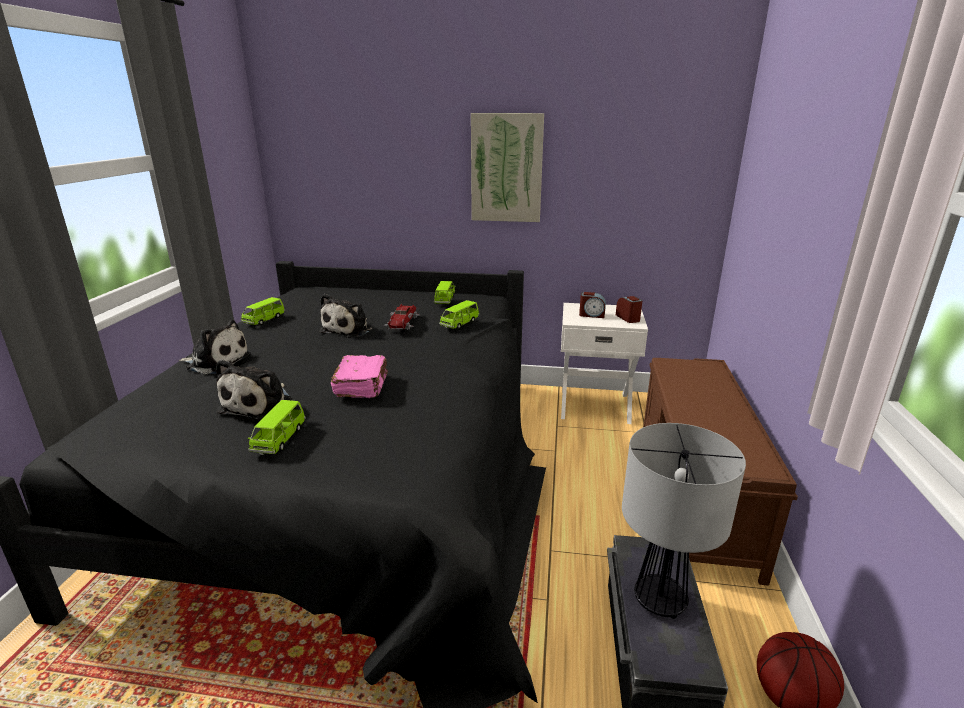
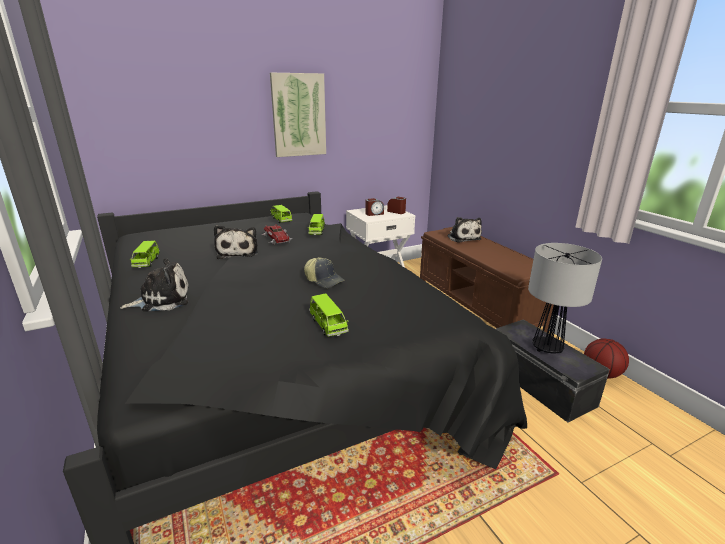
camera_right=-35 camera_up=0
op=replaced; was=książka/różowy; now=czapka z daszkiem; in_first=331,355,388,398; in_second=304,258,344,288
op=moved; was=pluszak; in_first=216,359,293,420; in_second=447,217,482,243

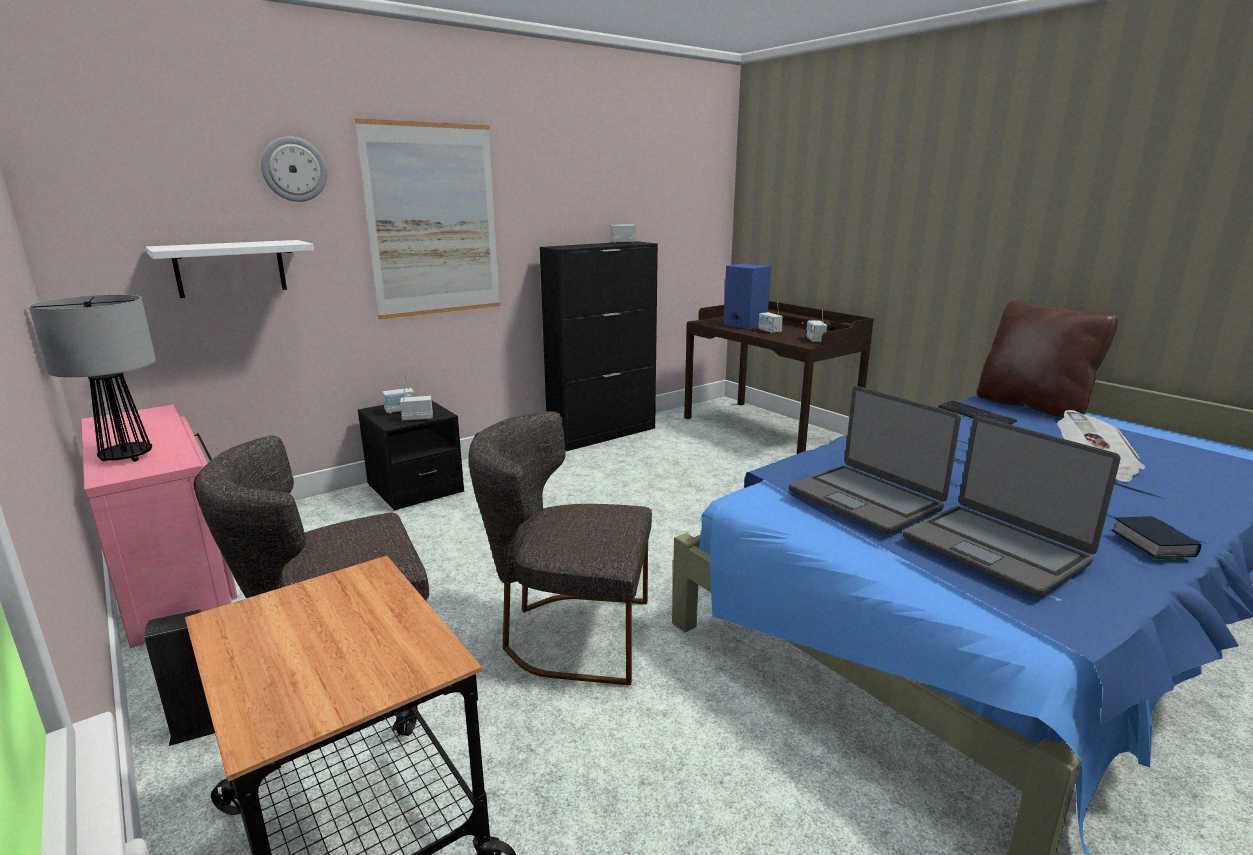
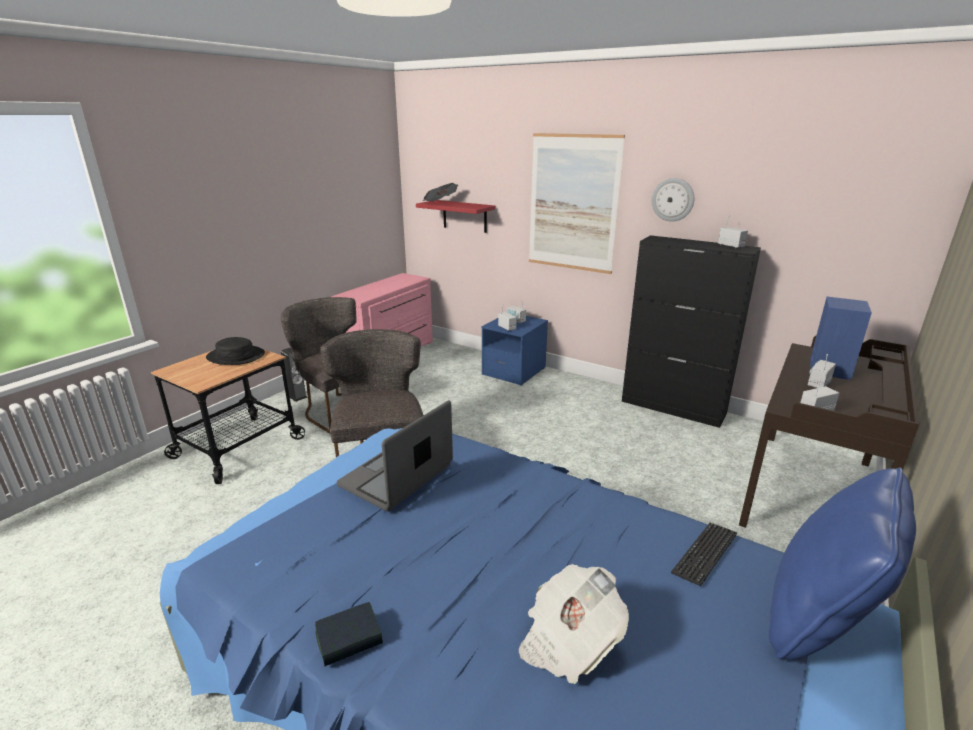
camera_right=70 camera_up=5
op=moved; was=zegar ścienny; in_first=261,136,327,202; in_second=652,178,694,222
op=recoloured; was=półka/biały; now=półka/czerwony; in_first=146,240,314,298; in_second=416,200,495,233
op=removed; was=lampa stołowa; in_first=29,295,156,462
op=recoloured; was=poduszka/brązowy; now=poduszka/niebieski; in_first=976,301,1119,418; in_second=769,467,916,660
op=recoloured; was=szafka nocna/czarny; now=szafka nocna/niebieski; in_first=358,401,464,510; in_second=482,316,548,385
op=removed; was=laptop; in_first=903,416,1121,597
op=added; now=gazeta; in_second=423,183,458,201
op=added; now=kapelusz/czarny; in_second=206,337,265,365

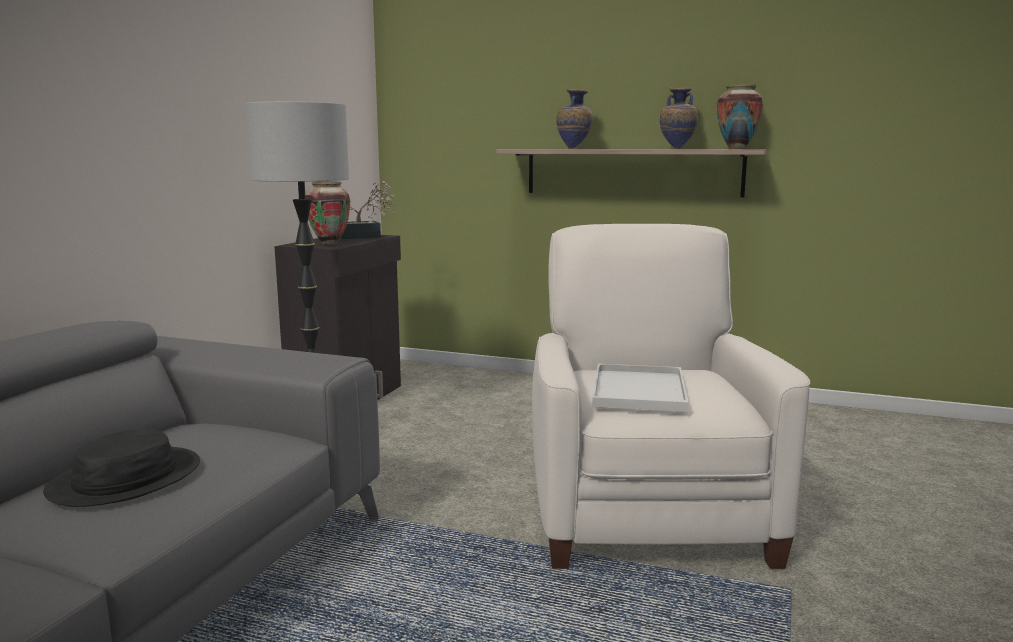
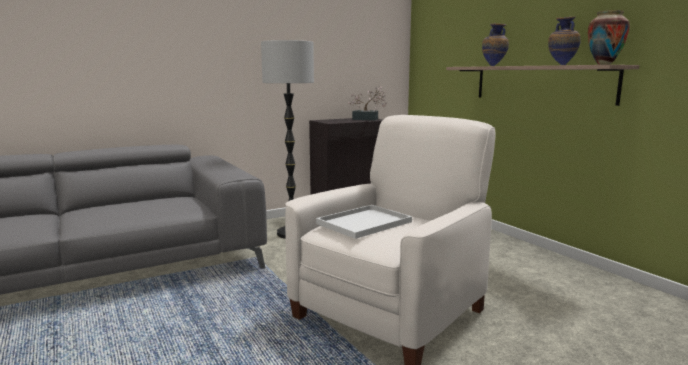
camera_right=40 camera_up=0
op=removed; was=wazon; in_first=305,181,350,245
op=removed; was=kapelusz/czarny; in_first=43,429,200,507

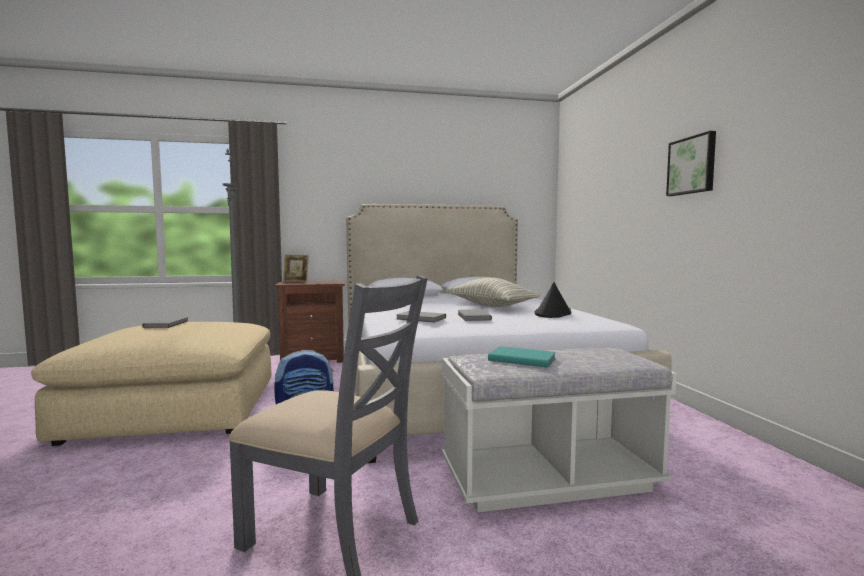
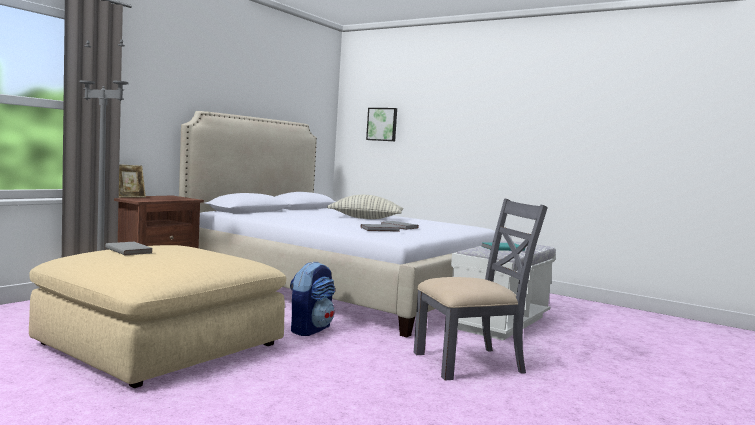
camera_right=-45 camera_up=0
op=moved; was=obraz; in_first=666,131,716,196; in_second=366,108,397,141
op=removed; was=kapelusz/czarny; in_first=534,282,571,318

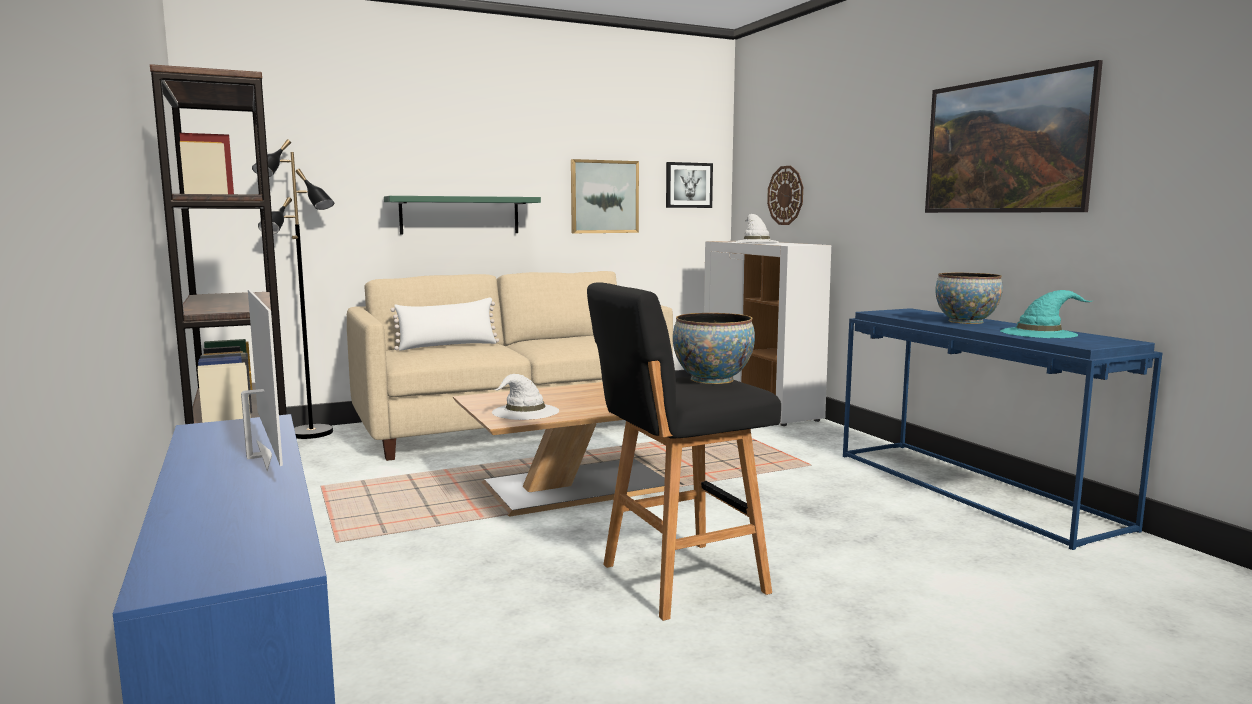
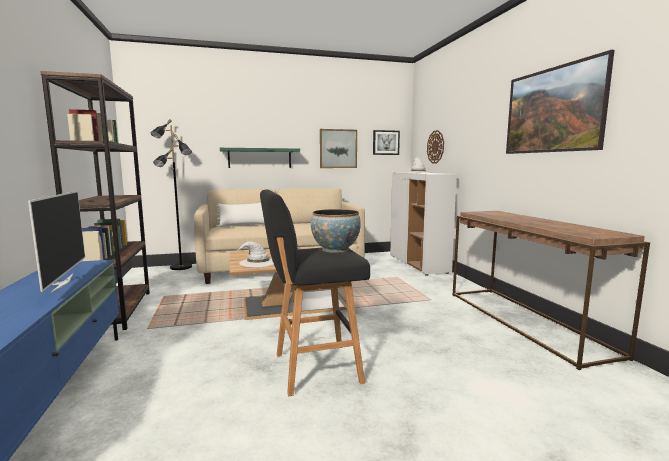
camera_right=10 camera_up=0
op=removed; was=miska; in_first=936,273,1003,324
op=removed; was=kapelusz/turkusowy; in_first=1000,290,1094,338
op=recoloured; was=stolik konsolowy/niebieski; now=stolik konsolowy/brązowy; in_first=843,308,1162,550; in_second=452,211,650,370

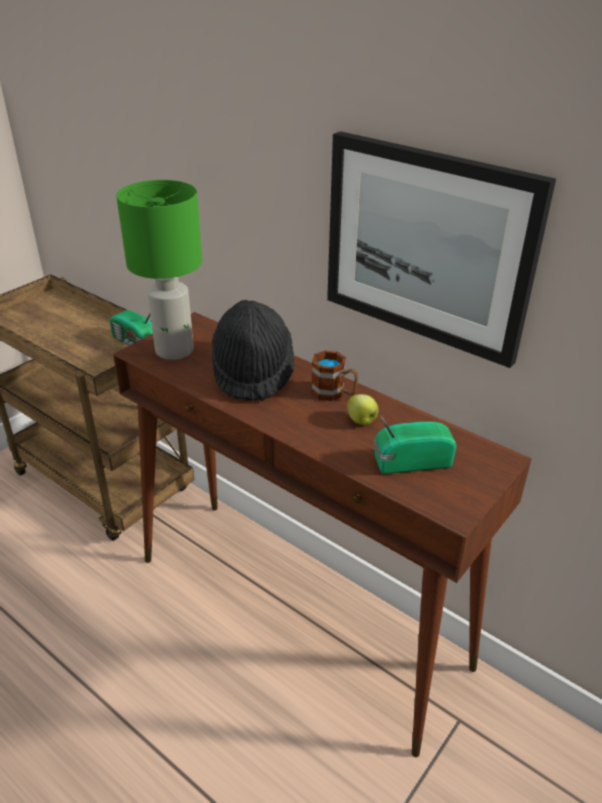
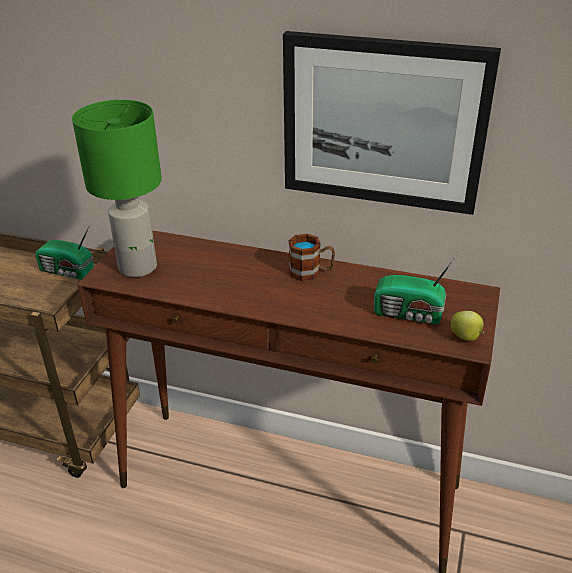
camera_right=-20 camera_up=0
op=removed; was=kapelusz/czarny; in_first=212,300,294,401
op=moved; was=jabłko; in_first=347,394,379,425; in_second=451,311,484,341
op=turned; was=radio; in_first=374,415,456,474; in_second=374,256,456,324; clockwise=-135

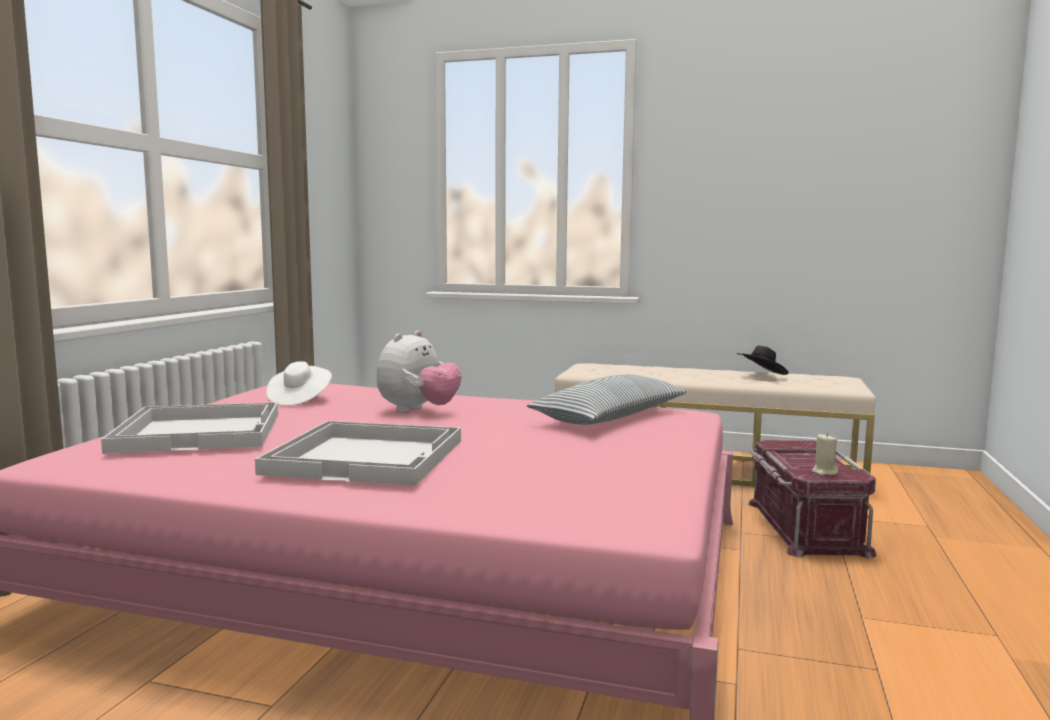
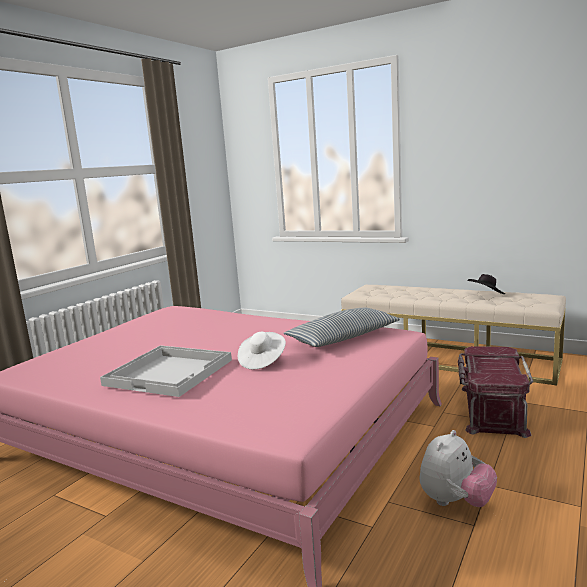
camera_right=15 camera_up=5
op=moved; was=pluszak; in_first=376,330,462,413; in_second=420,430,497,507
op=moved; was=kapelusz/biały; in_first=266,361,332,406; in_second=238,332,286,369
op=removed; was=taca/biały; in_first=101,402,278,454
op=removed; was=świeca/beżowy; in_first=812,433,838,475

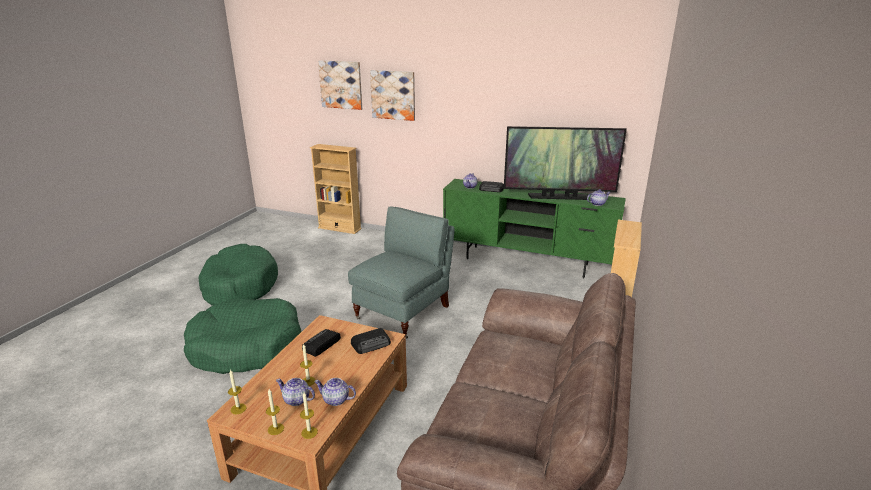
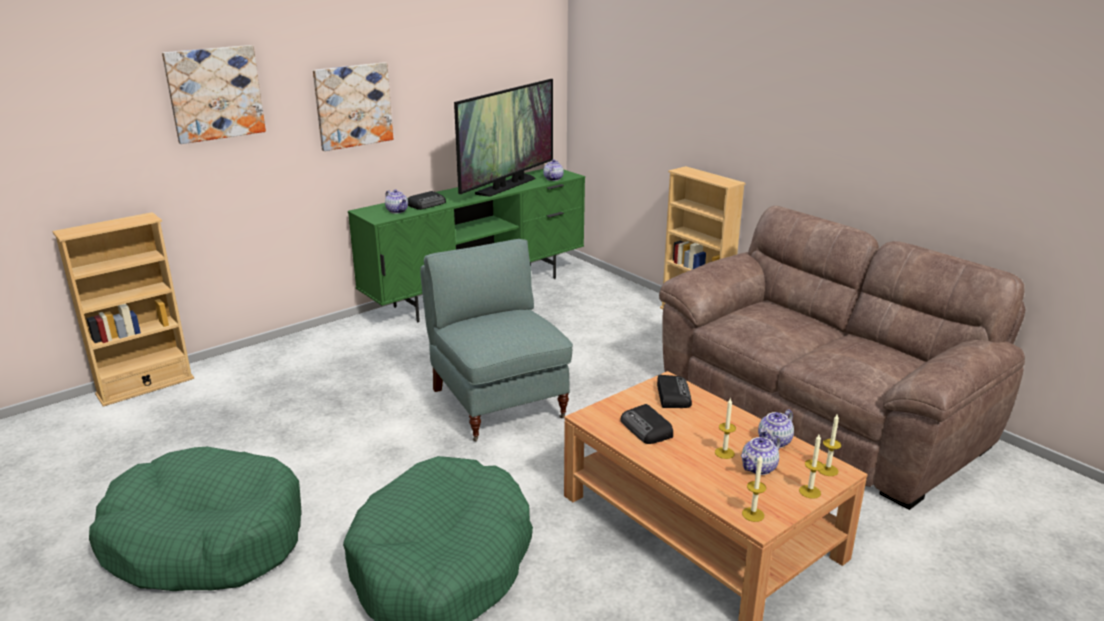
camera_right=-60 camera_up=0
op=moved; was=obraz; in_first=318,60,362,110; in_second=313,62,393,151

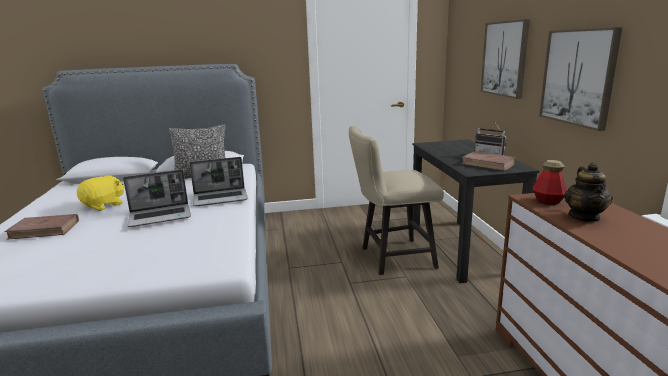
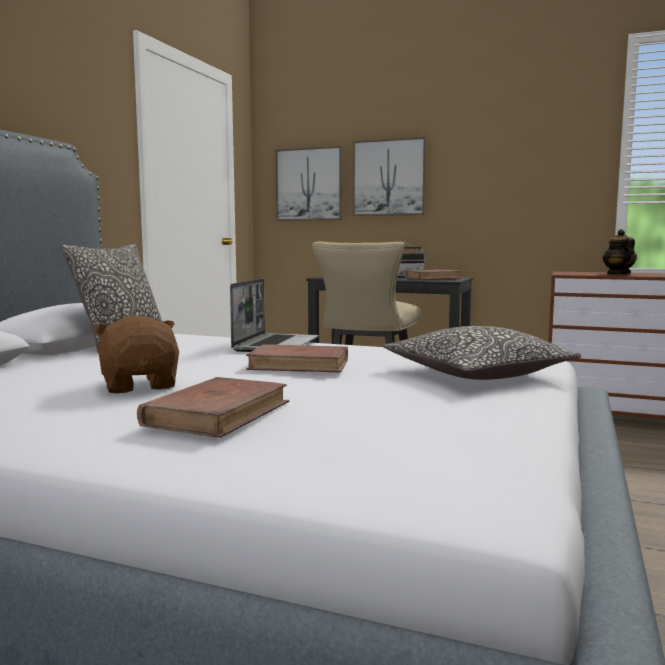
camera_right=-60 camera_up=-10
op=moved; was=obraz; in_first=539,27,622,131; in_second=275,146,343,221
op=removed; was=butelka; in_first=533,160,567,205
op=turned; was=imbryk; in_first=564,162,613,223; in_second=602,229,637,275; clockwise=-135
op=replaced; was=laptop; now=książka/brązowy; in_first=123,170,191,227; in_second=246,344,348,372
op=recoloured; was=pluszak/żółty; now=pluszak/brązowy; in_first=77,176,125,211; in_second=92,315,179,393
op=added; now=poduszka; in_second=383,326,581,380

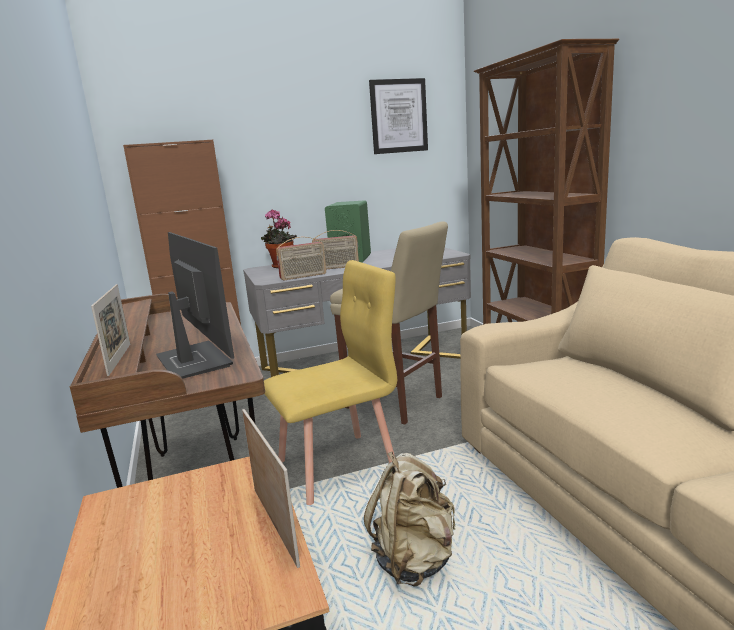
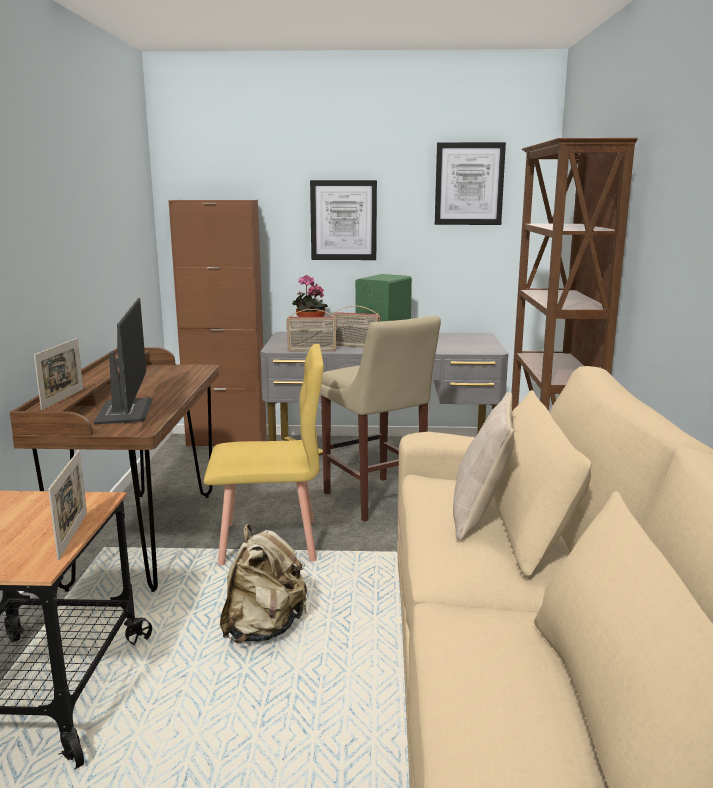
camera_right=20 camera_up=0
op=added; now=obraz; in_second=310,180,377,260
op=added; now=poduszka/beżowy; in_second=453,392,515,540

